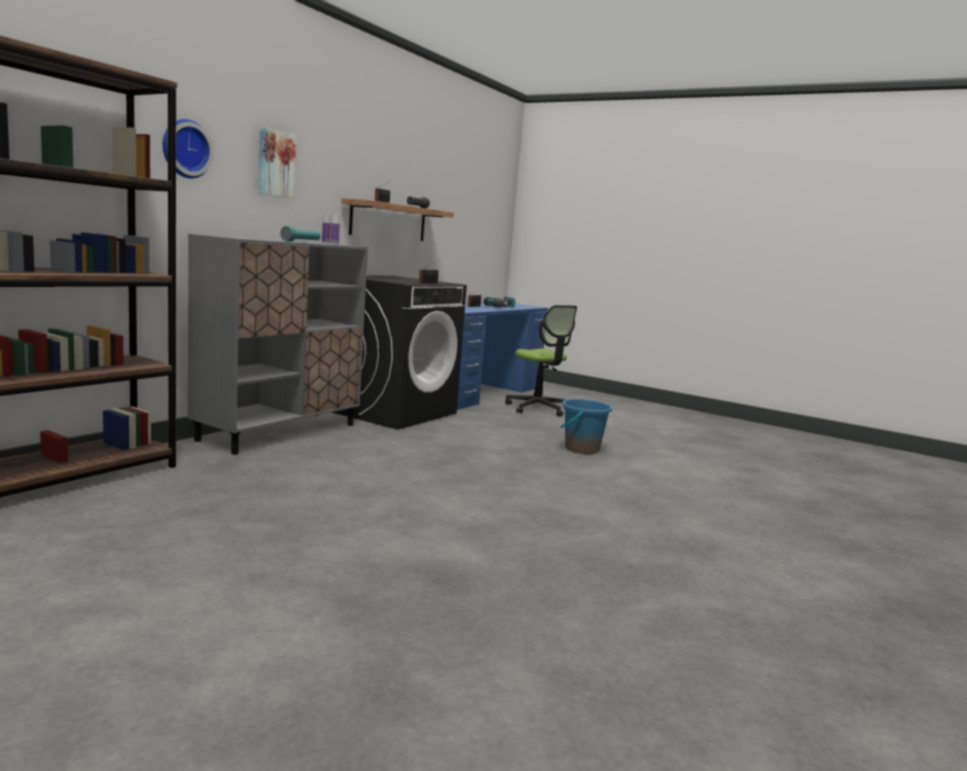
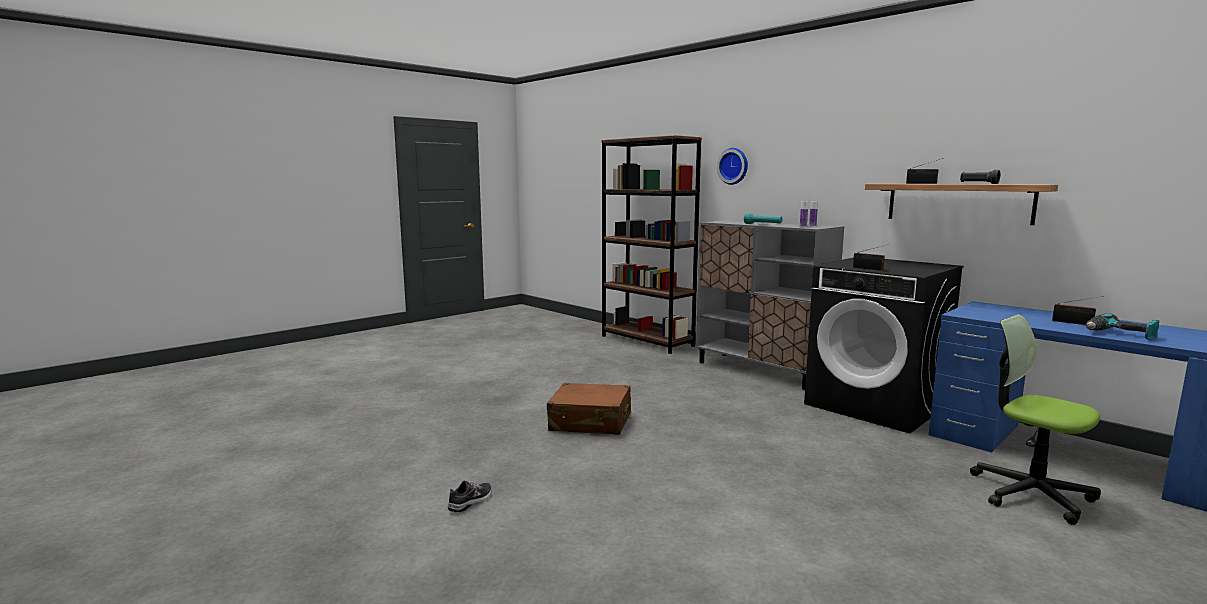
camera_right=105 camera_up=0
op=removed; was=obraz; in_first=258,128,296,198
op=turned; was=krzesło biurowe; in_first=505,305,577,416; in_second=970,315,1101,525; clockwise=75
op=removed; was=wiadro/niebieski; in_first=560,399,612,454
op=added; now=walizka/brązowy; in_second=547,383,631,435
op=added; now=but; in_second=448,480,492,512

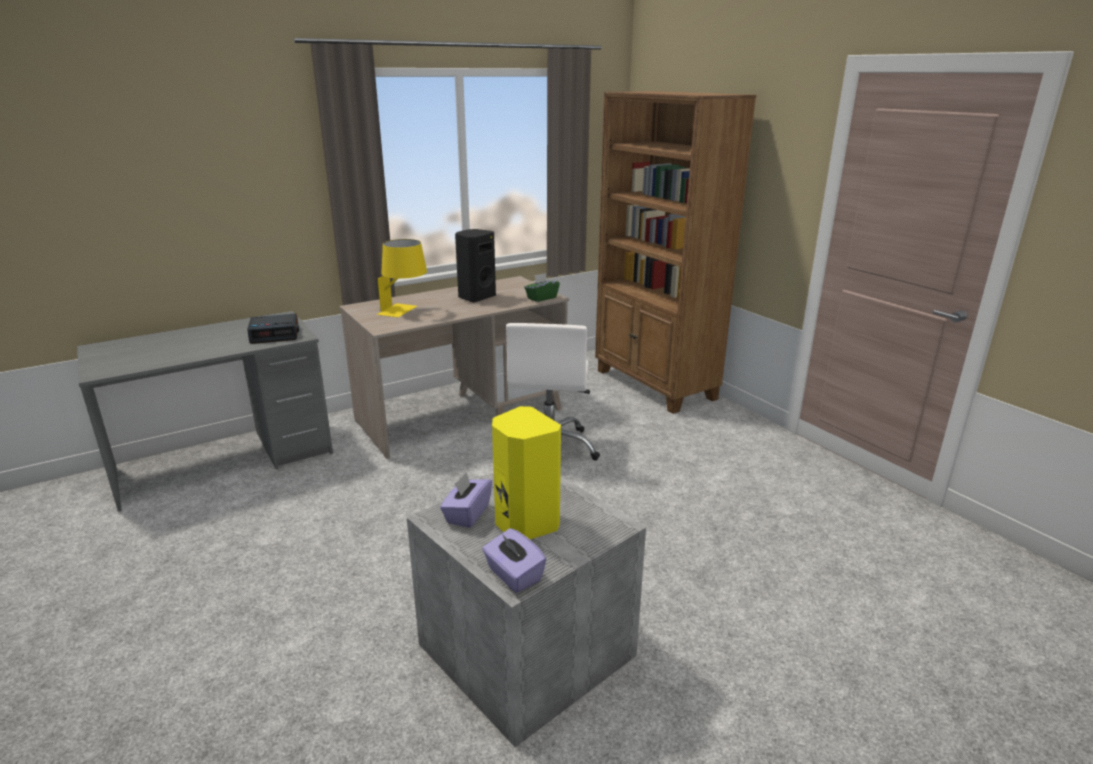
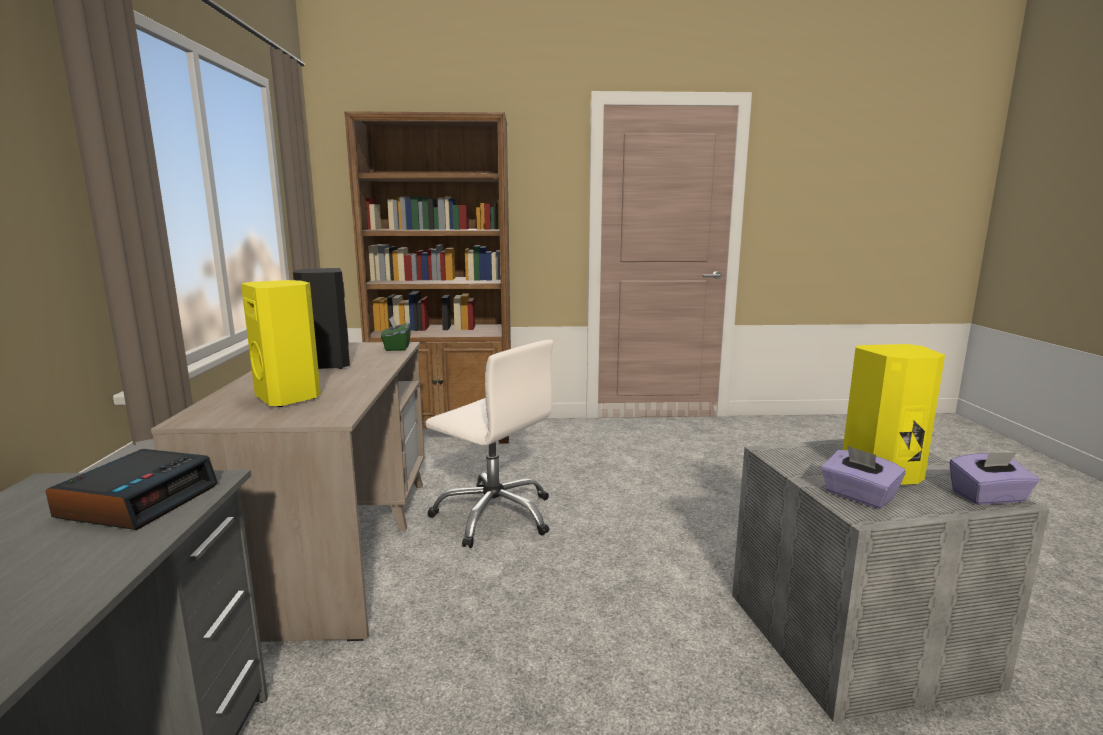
camera_right=-60 camera_up=-10
op=replaced; was=lampa stołowa/żółty; now=głośnik/żółty; in_first=377,239,427,317; in_second=241,280,321,407

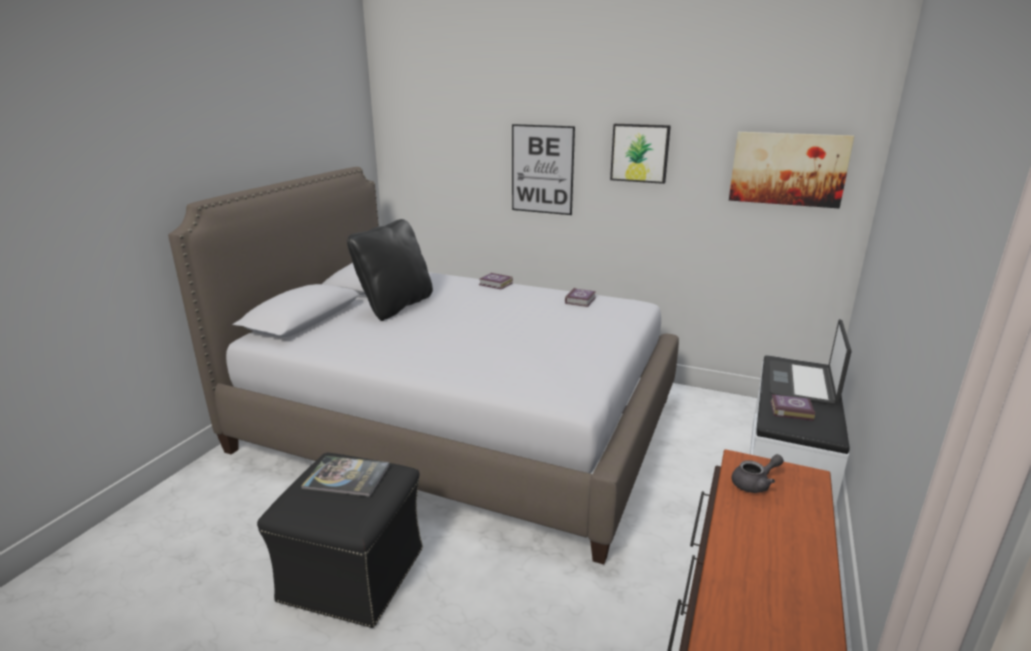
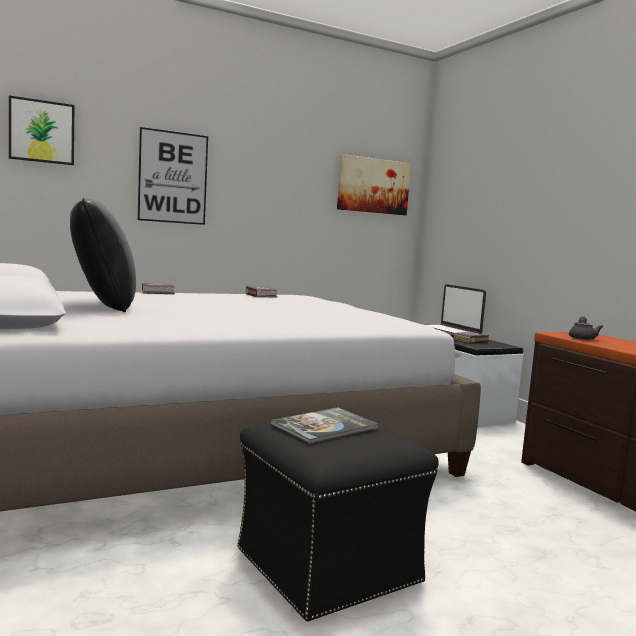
camera_right=-50 camera_up=-15
op=moved; was=obraz; in_first=610,124,671,184; in_second=9,96,75,165

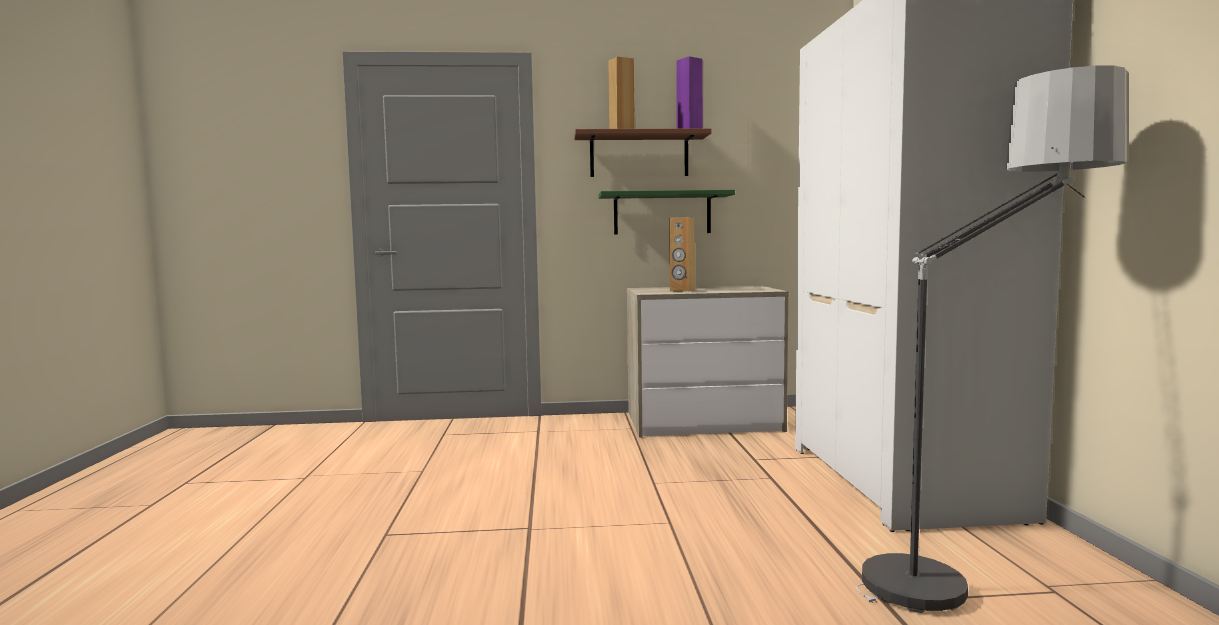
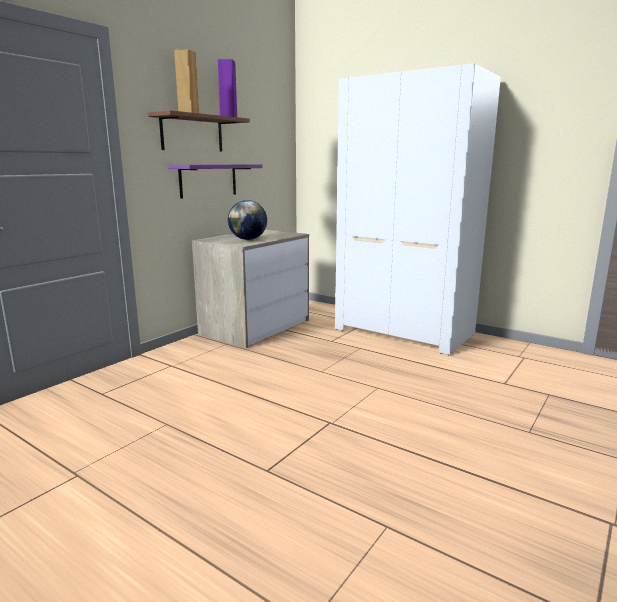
camera_right=-50 camera_up=10
op=removed; was=lampa stojąca; in_first=856,66,1127,613
op=recoloured; was=półka/zielony; now=półka/fioletowy; in_first=598,190,735,235; in_second=168,164,262,198
op=replaced; was=głośnik/brązowy; now=globus; in_first=669,217,695,292; in_second=228,200,267,240

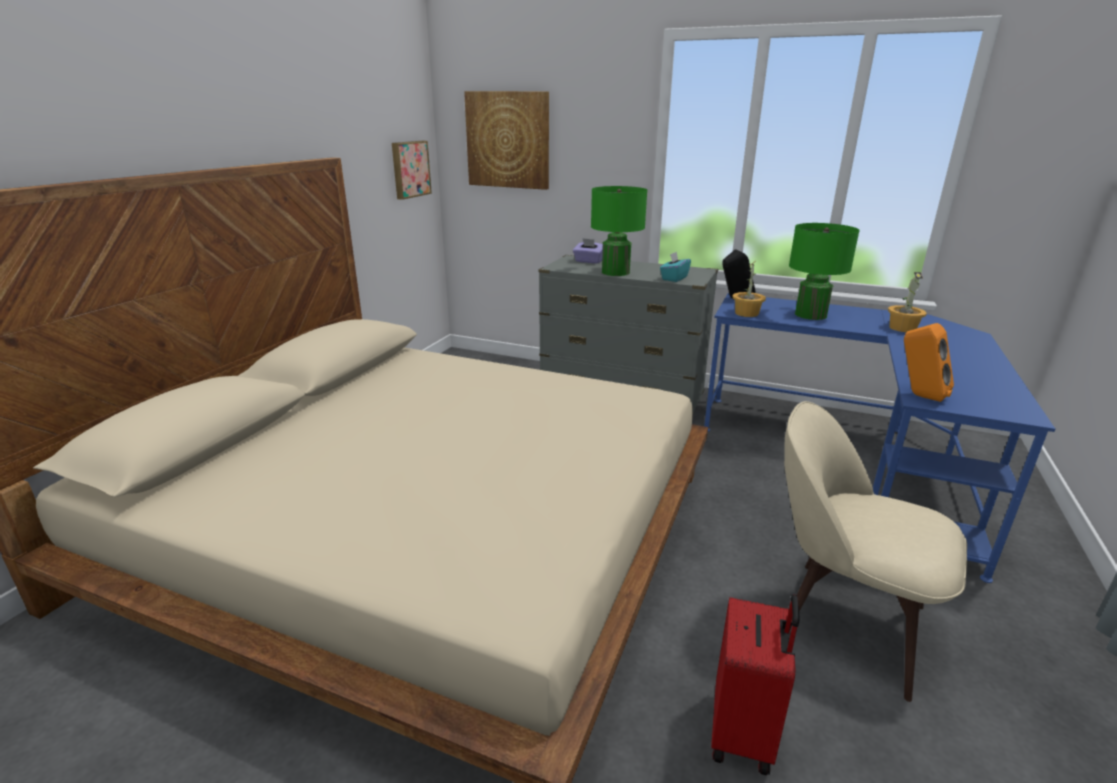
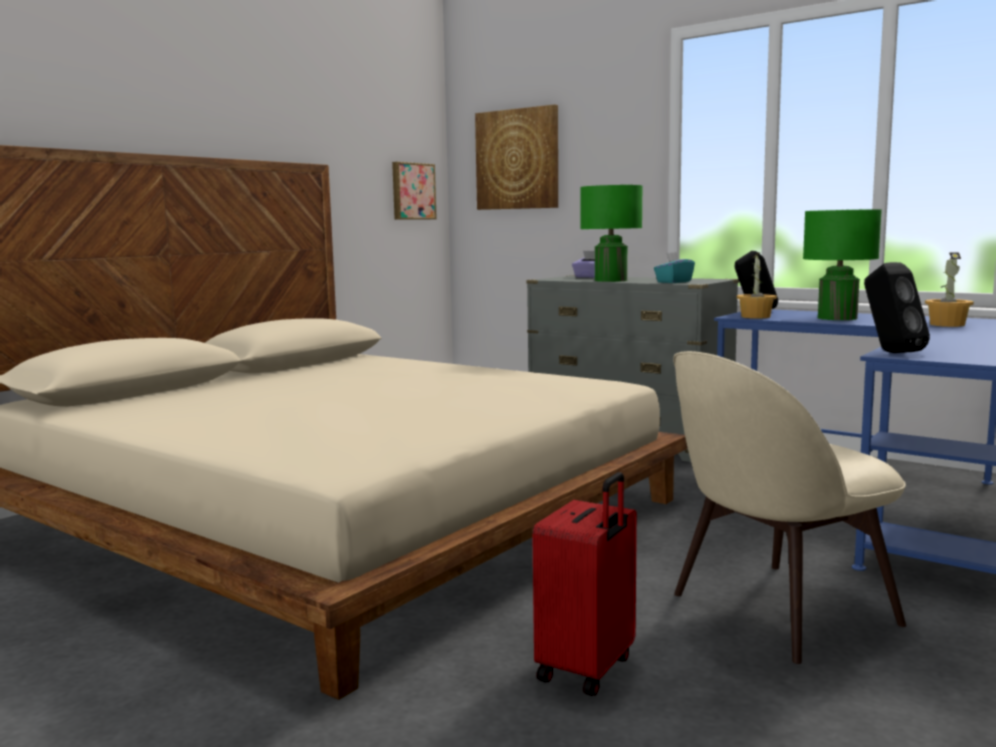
camera_right=15 camera_up=-15
op=recoloured; was=głośnik/pomarańczowy; now=głośnik/czarny; in_first=904,323,954,402; in_second=864,262,930,353
op=turned; was=krzesło/beżowy; in_first=784,401,967,702; in_second=673,351,906,664; clockwise=-75

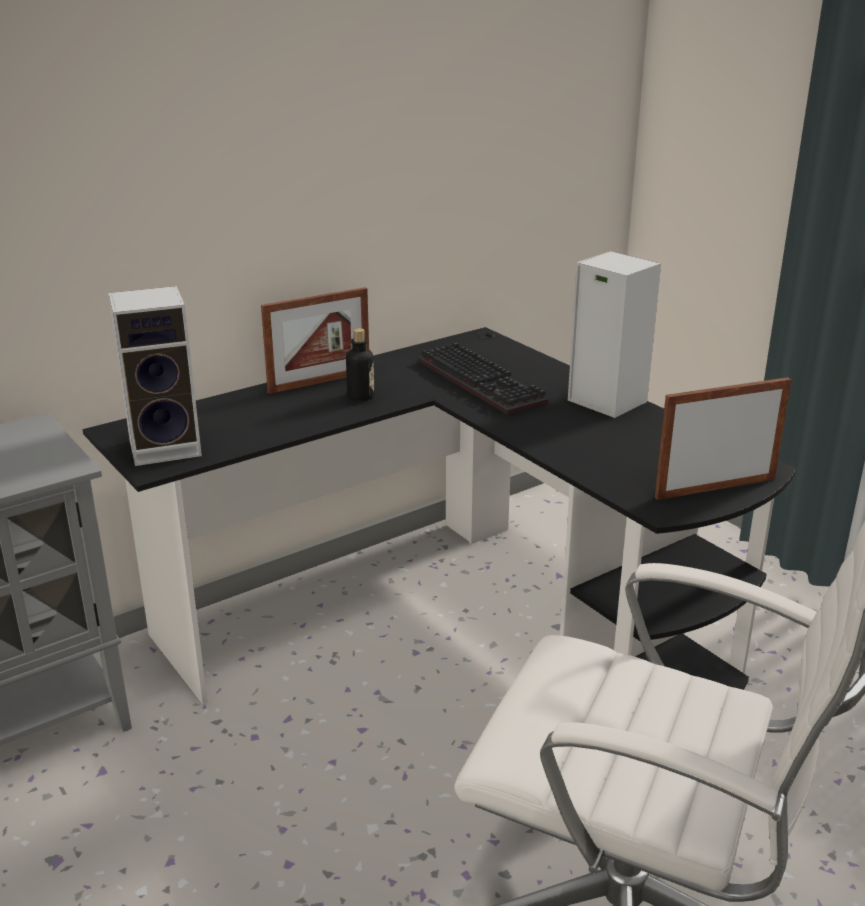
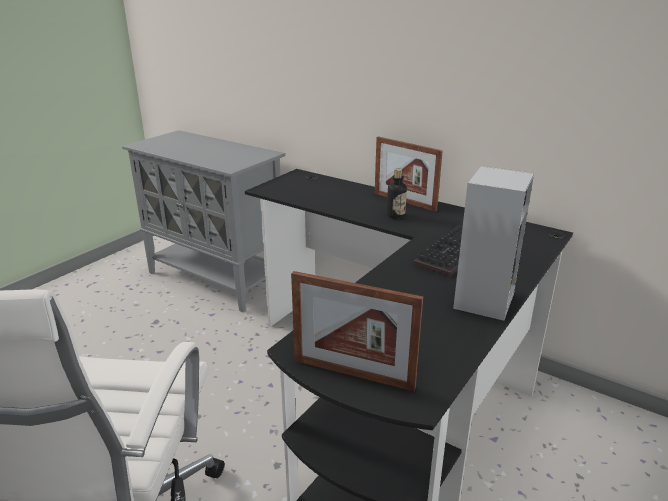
camera_right=70 camera_up=0
op=removed; was=głośnik; in_first=108,286,202,466
op=turned; was=ramka na zdjęcie; in_first=655,377,792,500; in_second=291,271,423,391; clockwise=150

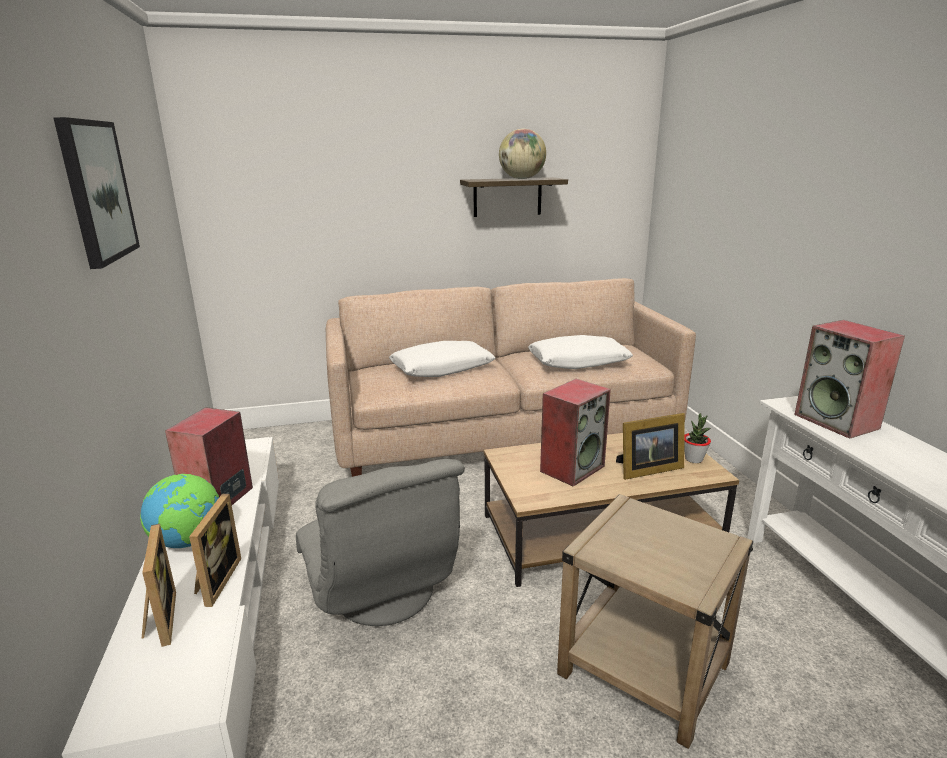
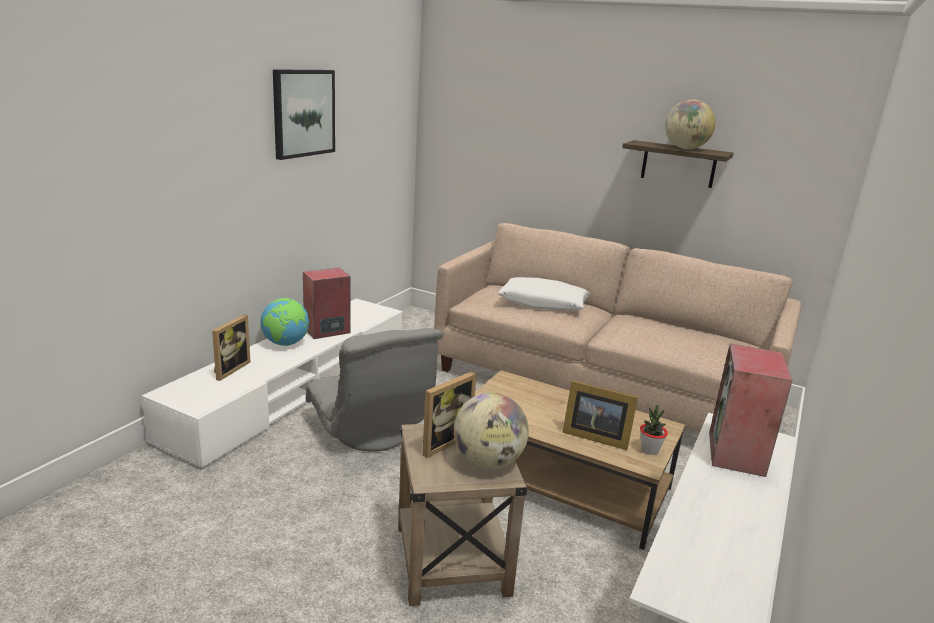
camera_right=40 camera_up=0
op=removed; was=poduszka/biały; in_first=528,335,633,369
op=removed; was=głośnik; in_first=540,379,611,487
op=turned; was=fotel/szary; in_first=296,459,465,626; in_second=306,328,443,451; clockwise=-45
op=moved; was=ramka na zdjęcie; in_first=189,494,241,607; in_second=422,371,477,458
op=added; now=globus; in_second=454,393,529,469

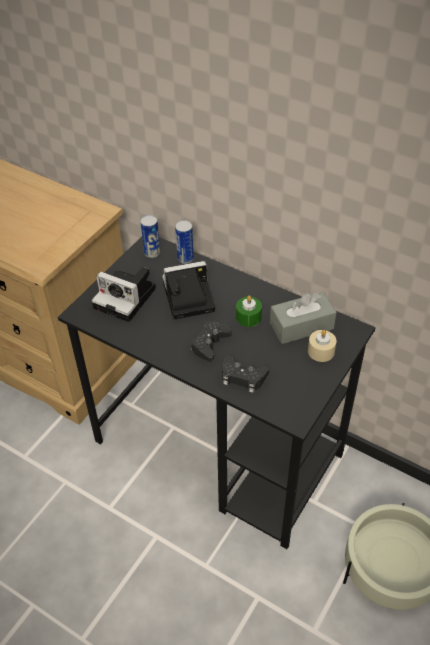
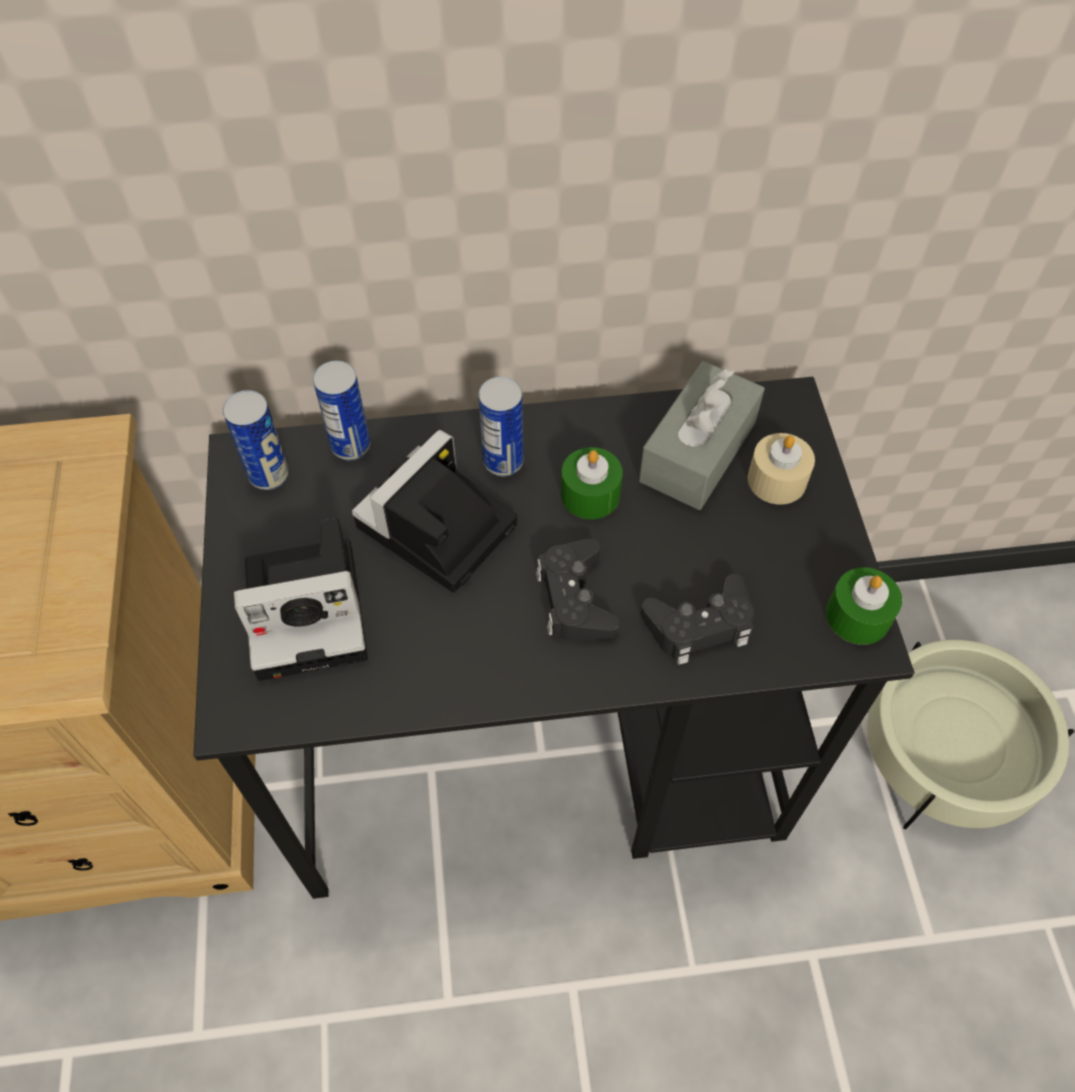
camera_right=-40 camera_up=10
op=added; now=puszka; in_second=479,377,523,476
op=added; now=świeca/zielony; in_second=826,567,902,645

